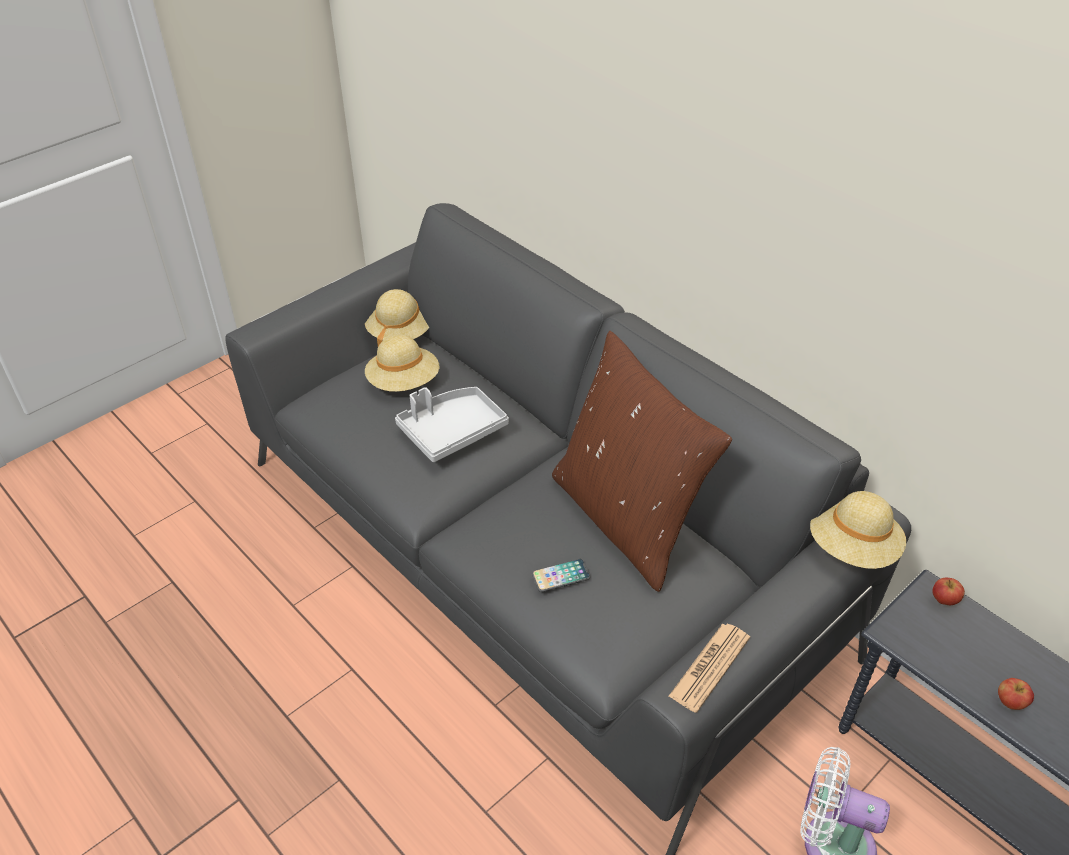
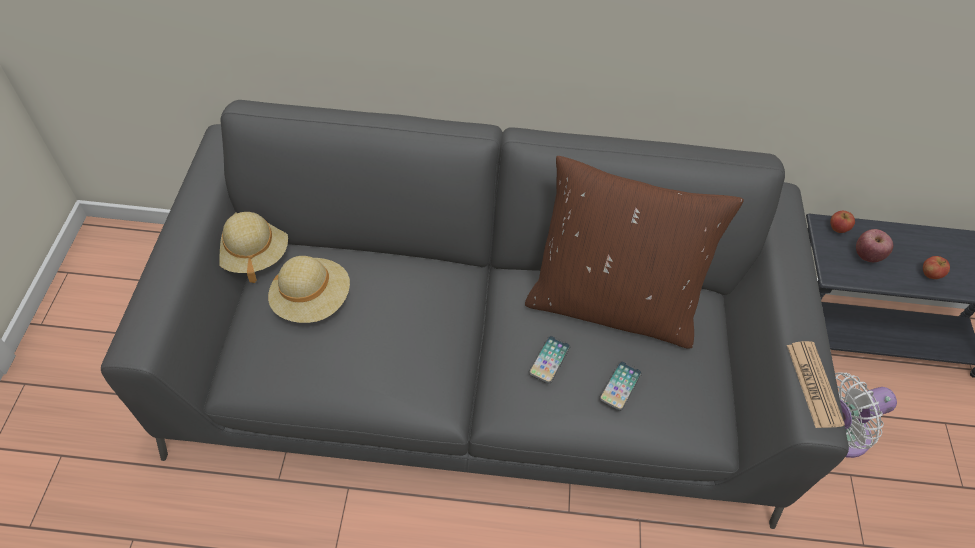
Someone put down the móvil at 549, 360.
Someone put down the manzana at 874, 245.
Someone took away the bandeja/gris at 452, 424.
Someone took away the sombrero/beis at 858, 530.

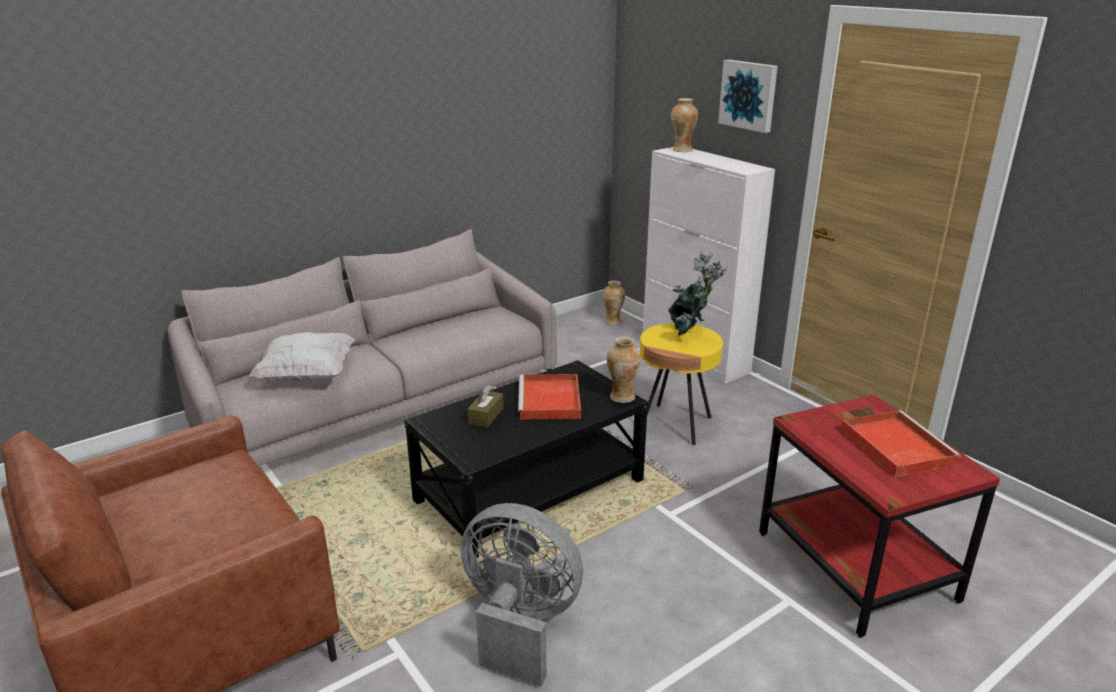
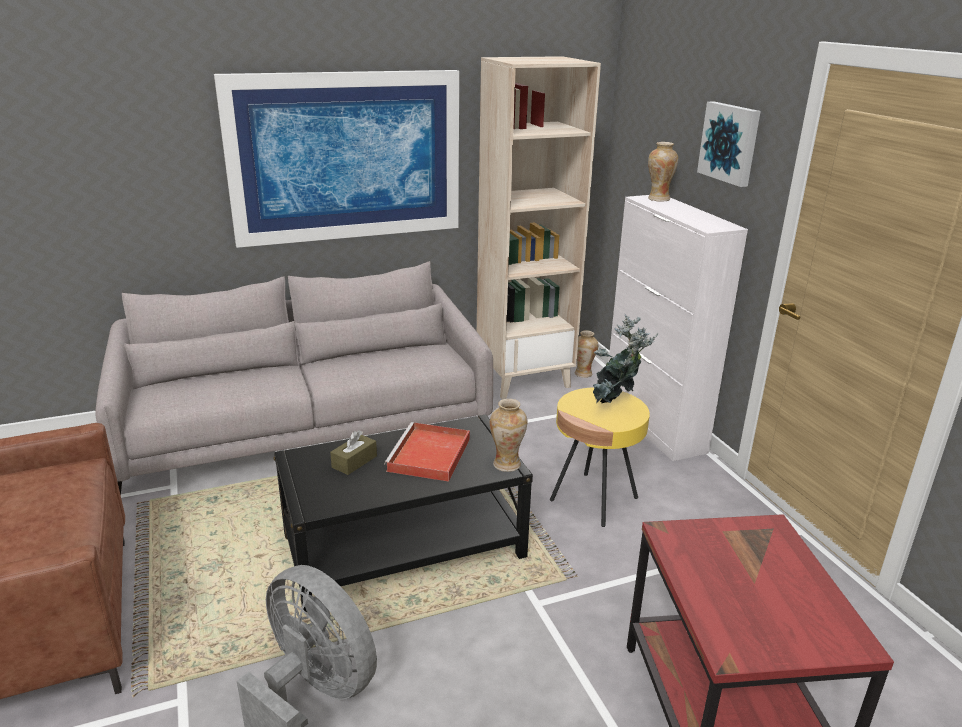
Someone put up the cuadro at 336, 159.
Someone put down the estantería/beis at 539, 227.
Someone took away the cojín/blanco at 302, 357.
Someone took away the bandeja/rojo at 901, 443.

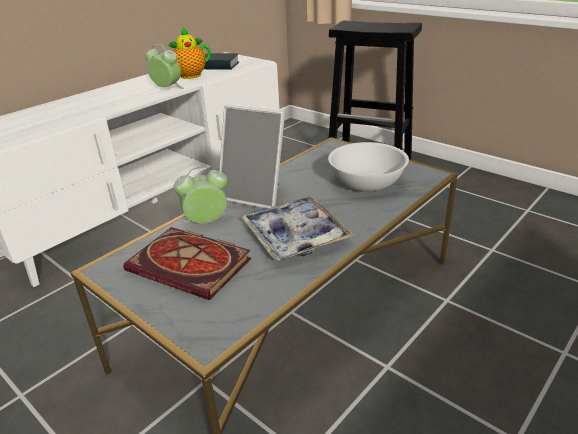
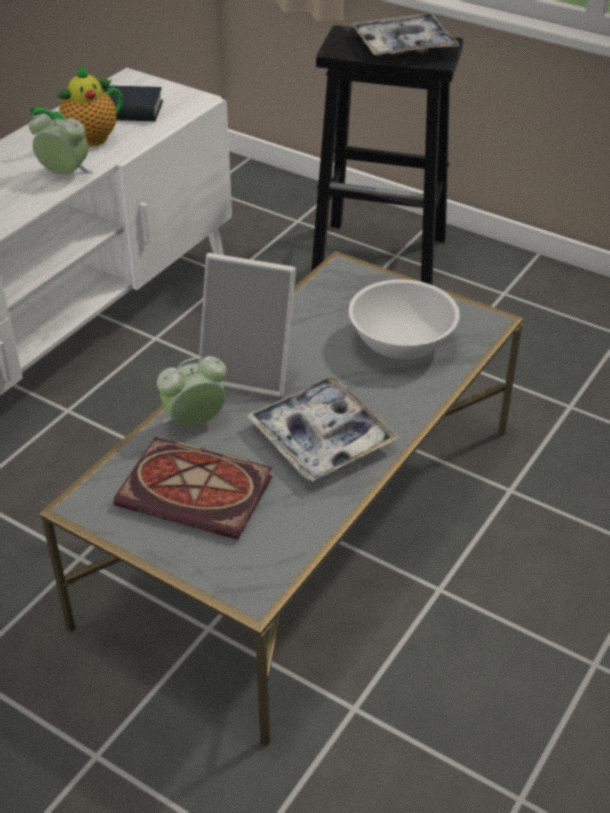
Someone put down the bandeja at 405, 35.

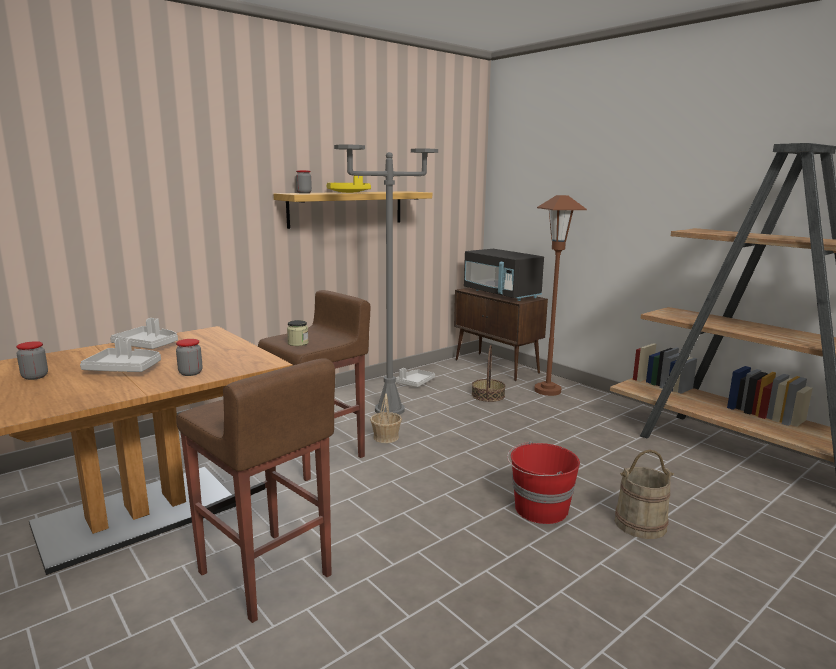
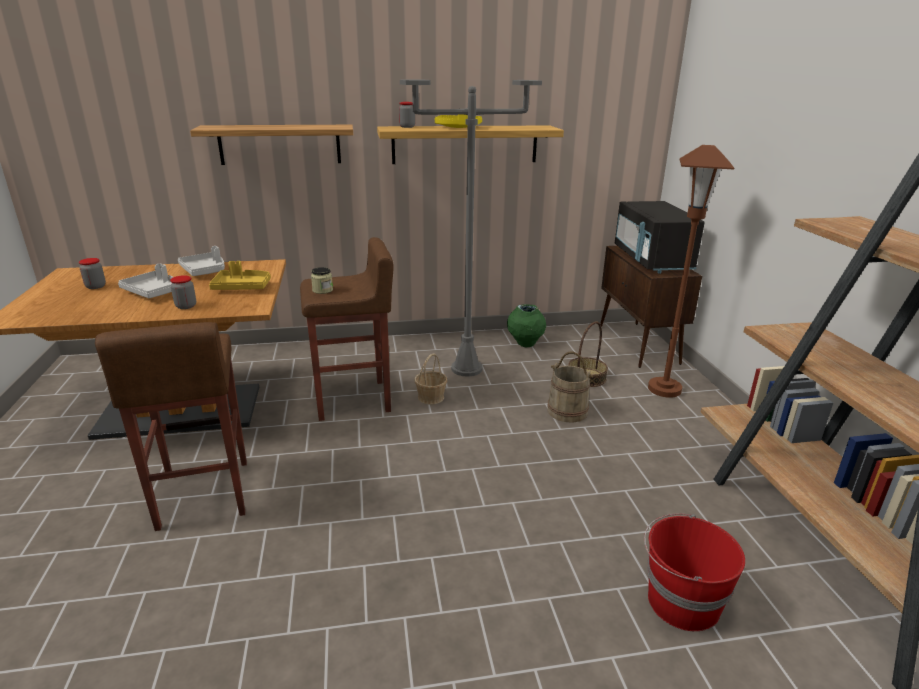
Someone put up the estante at 271, 145.
Someone put down the bandeja/amarillo at 240, 275.
Someone swapped the bandeja/gris at 415, 377 for the florero/verde at 526, 325.
Someone carried the cubo/beis from 644, 494 to 570, 387.
Someone carried the cubo/rojo from 543, 482 to 694, 572.

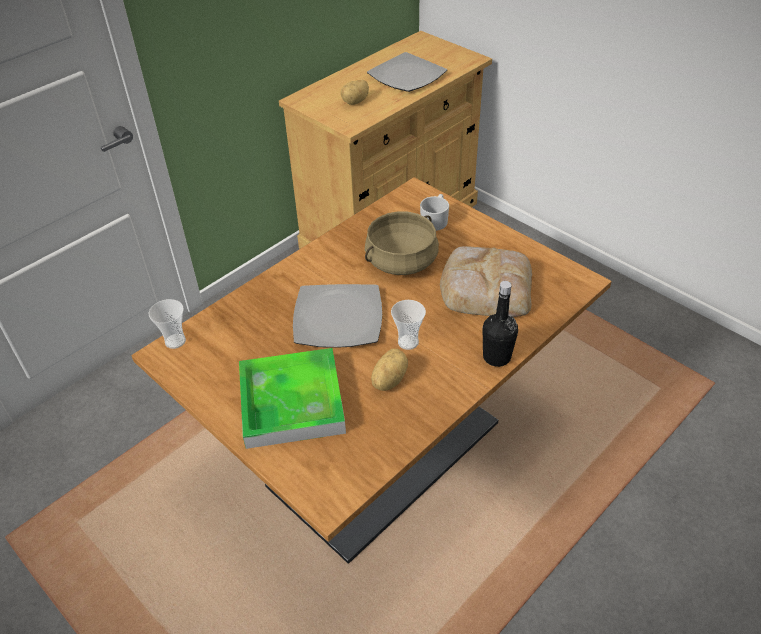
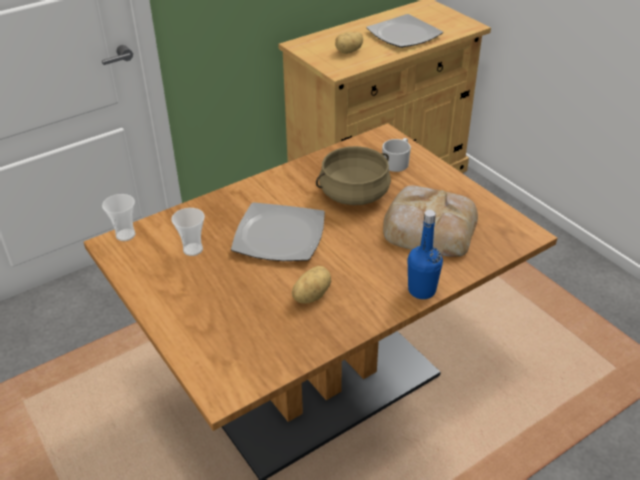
Someone carried the taza from 408, 325 to 188, 232.
Someone repainted the botella/negro at 500, 324, which became the botella/azul at 425, 254.
Someone took away the bandeja at 292, 398.

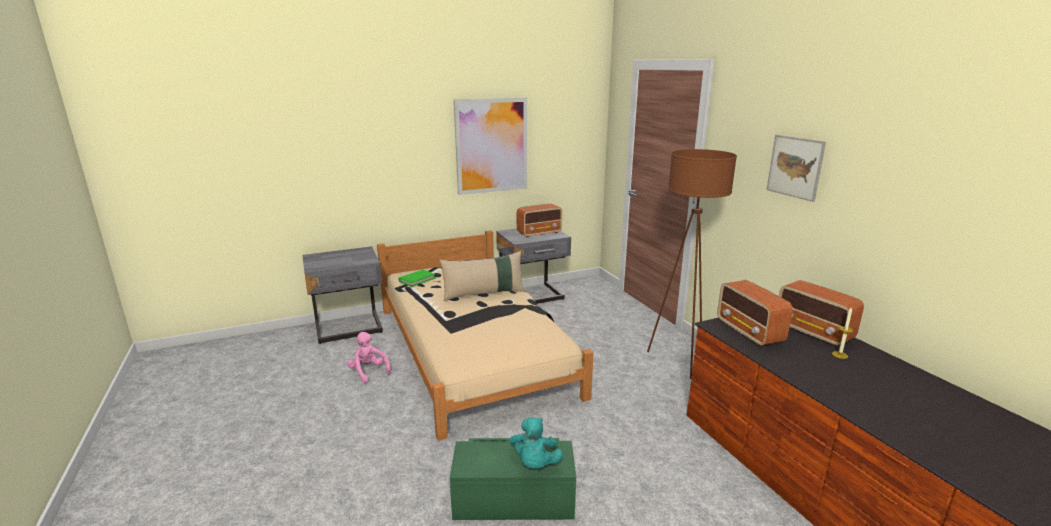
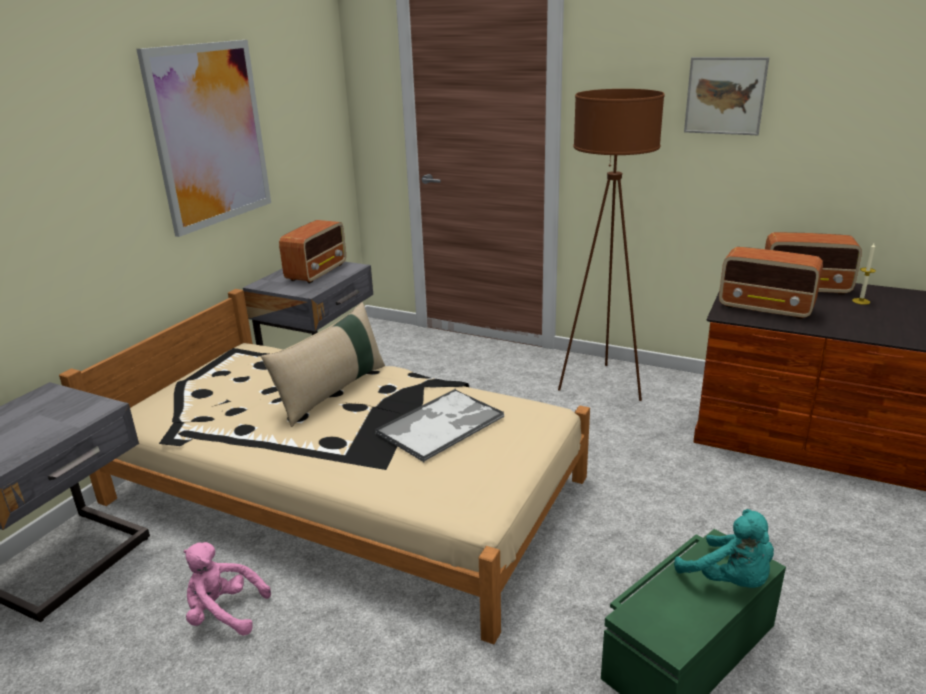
Someone put down the bandeja at 439, 425.
Someone took away the libro/verde at 417, 278.

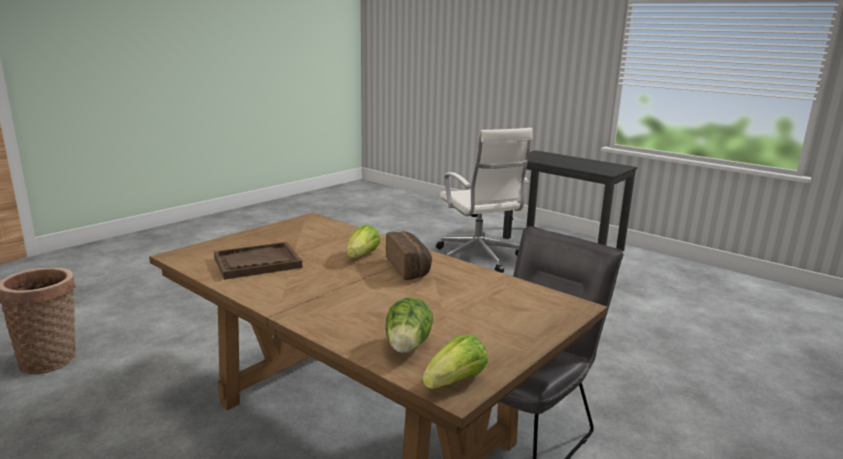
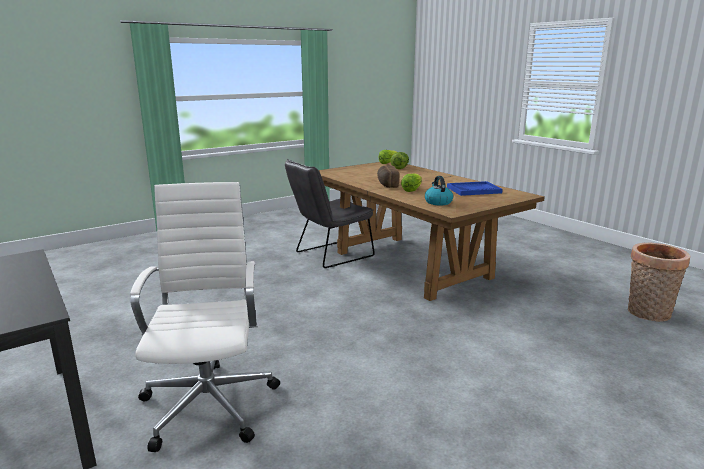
Someone put down the hervidor at 439, 190.
Someone repainted the bandeja/marrón at 258, 261, which became the bandeja/azul at 475, 188.

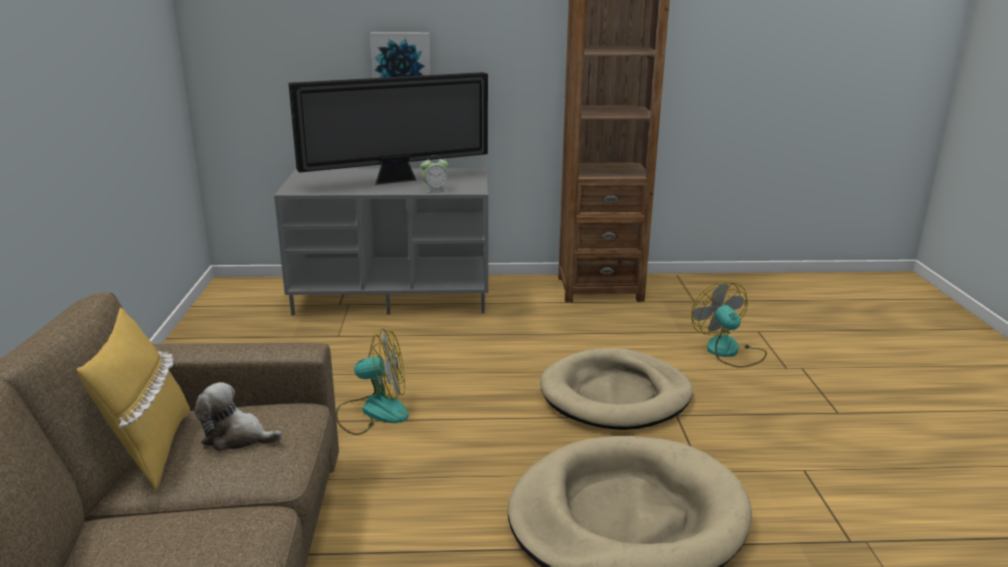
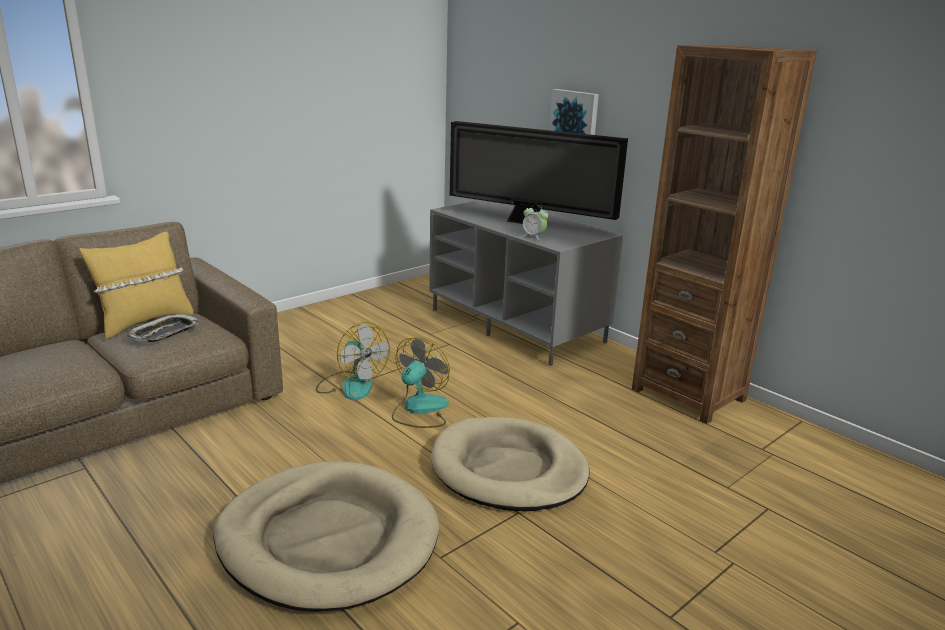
Someone swapped the peluche at 238, 416 for the bandeja at 163, 328.
Someone carried the ventilador from 729, 325 to 421, 382.

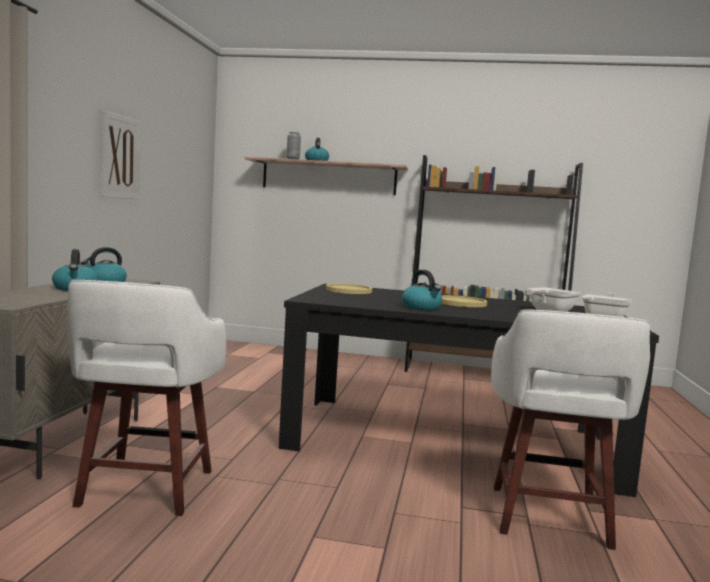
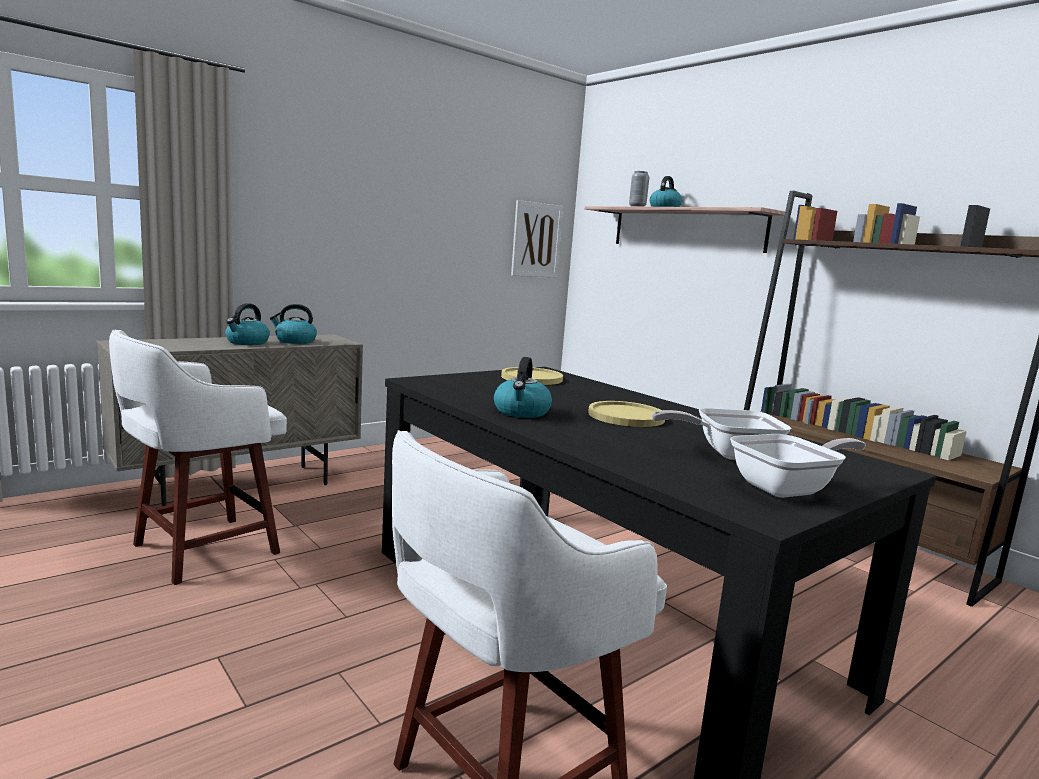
Someone carried the cuadro from 120, 154 to 537, 239.

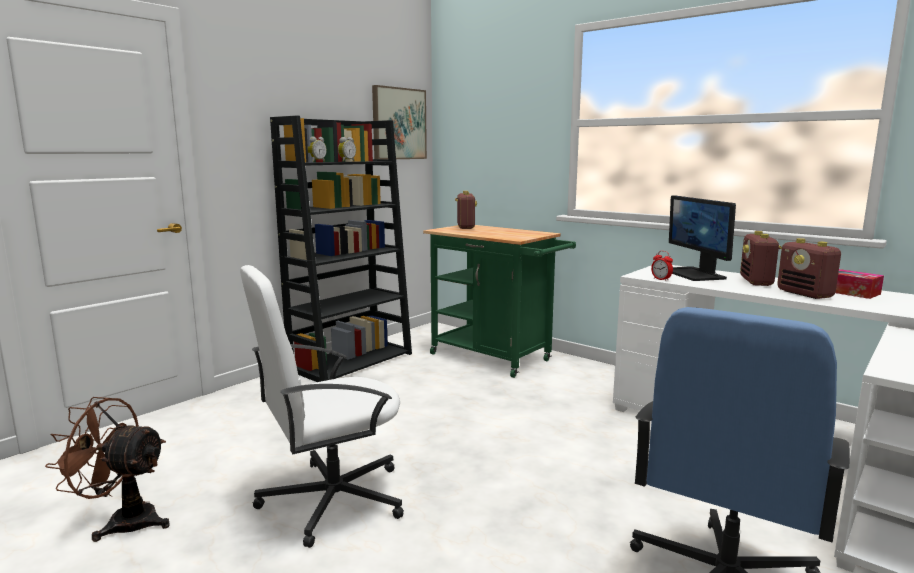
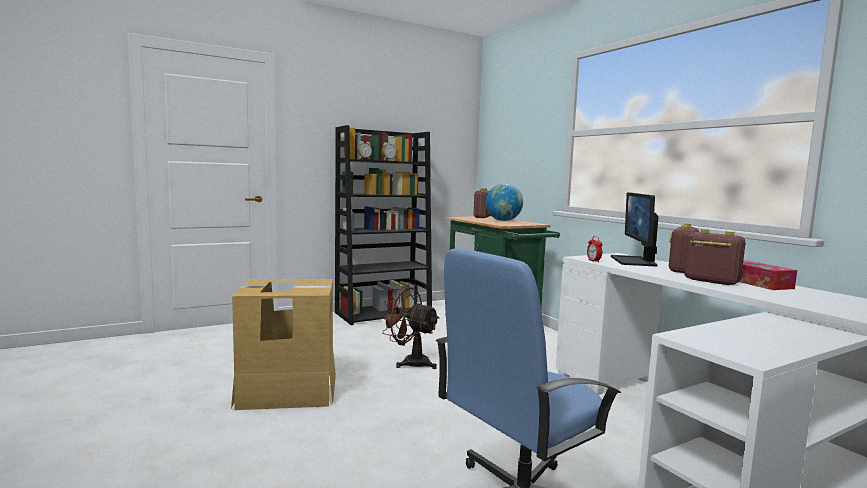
Someone swapped the silla de oficina/blanco at 322, 406 for the caja de cartón at 283, 344.
Someone carried the ventilador/marrón from 107, 469 to 409, 328.
Someone put down the globo terráqueo at 504, 202.
Someone rotated the radio at 809, 268 by 135 degrees clockwise.
Someone took away the cuadro at 399, 122.

